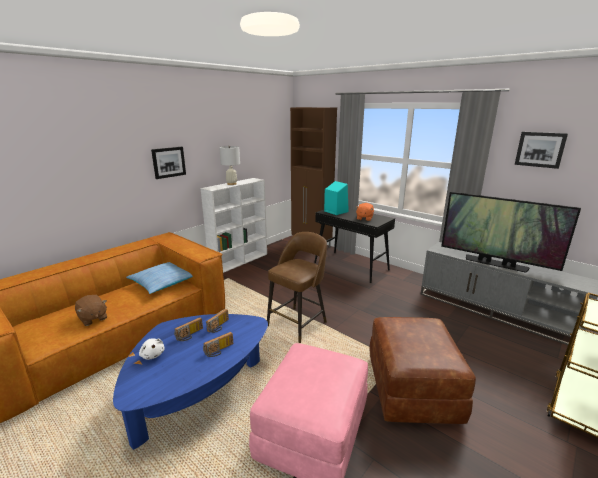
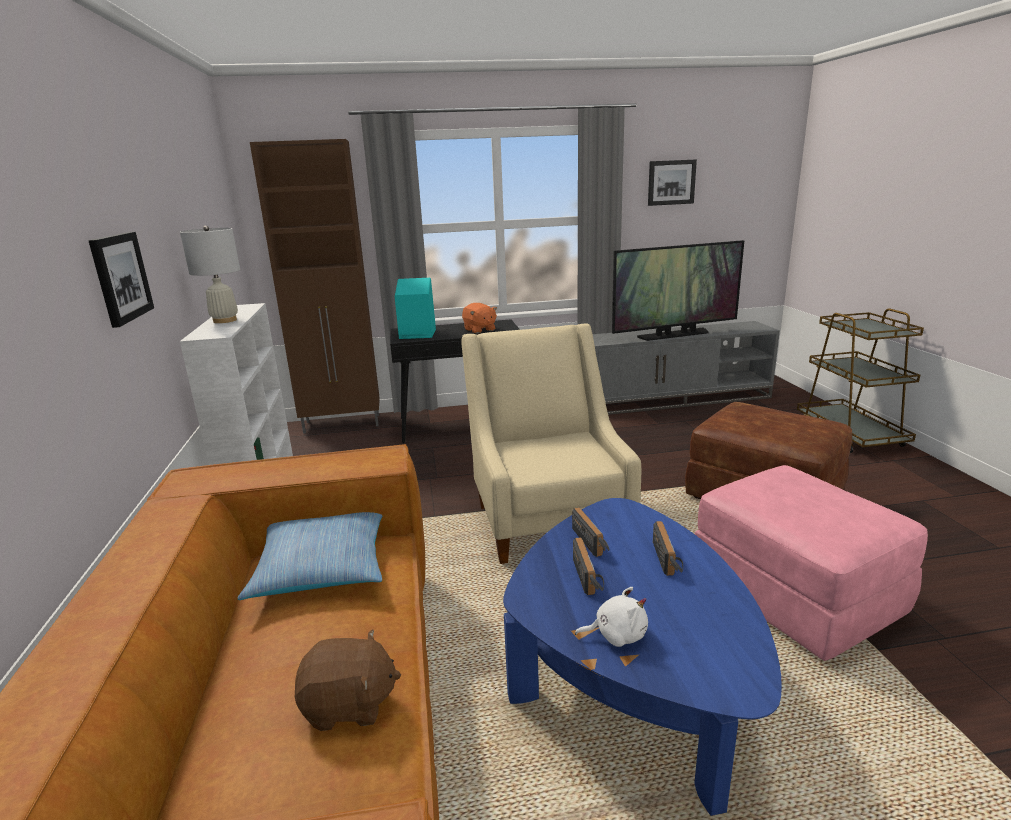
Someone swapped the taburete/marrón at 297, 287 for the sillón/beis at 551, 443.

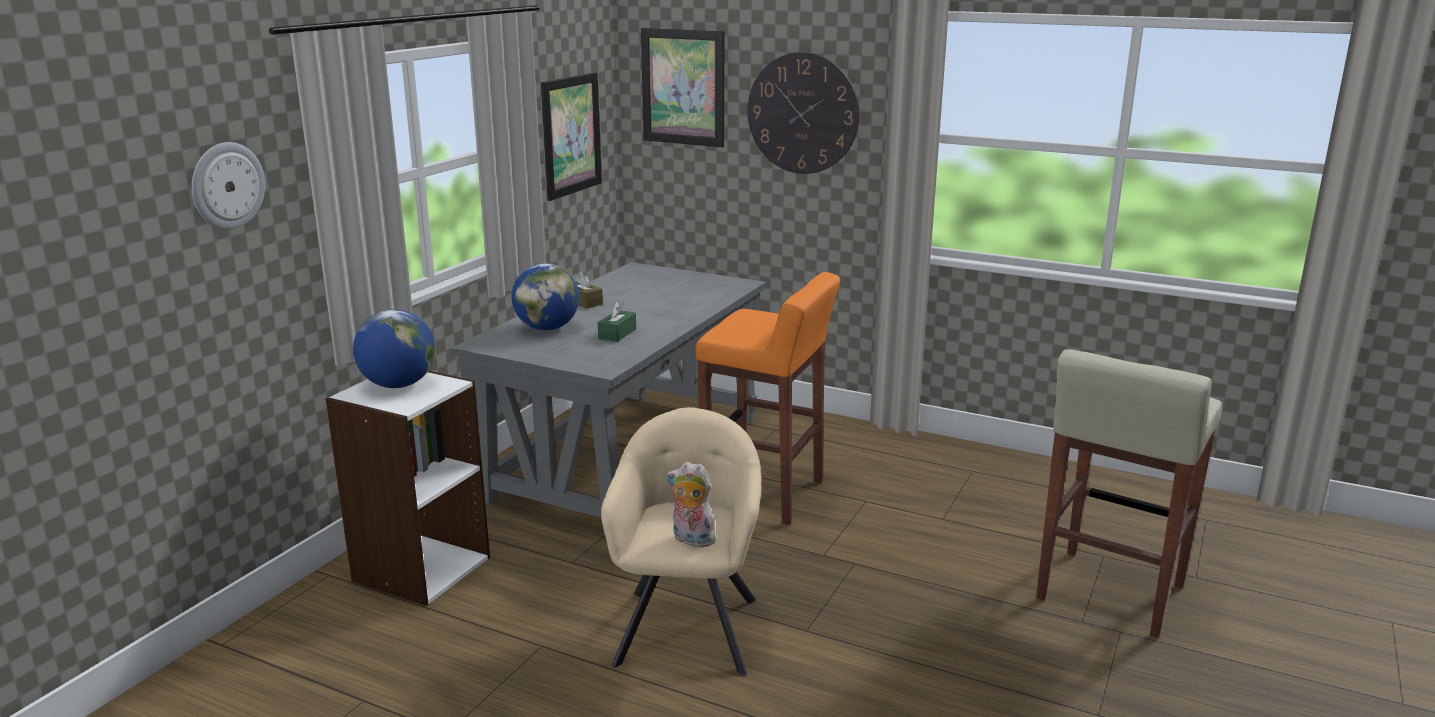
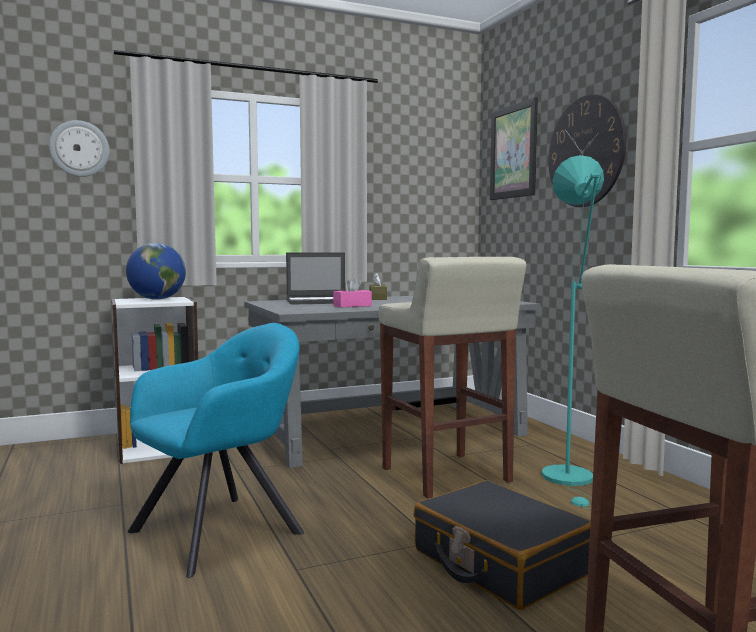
Someone repainted the sillón/beis at 681, 541, which became the sillón/turquesa at 215, 450.
Someone swapped the globo terráqueo at 545, 297 for the portátil at 315, 278.
Someone repainted the caja de pañuelos/verde at 617, 321, which became the caja de pañuelos/rosa at 352, 292.
Someone repainted the taburete/naranja at 767, 398, which became the taburete/beis at 452, 377.
Someone put down the maleta/negro at 502, 545.
Someone put down the lámpara de pie/turquesa at 573, 332.
Someone took away the cuadro at 571, 136.
Someone took away the peluche at 691, 504.

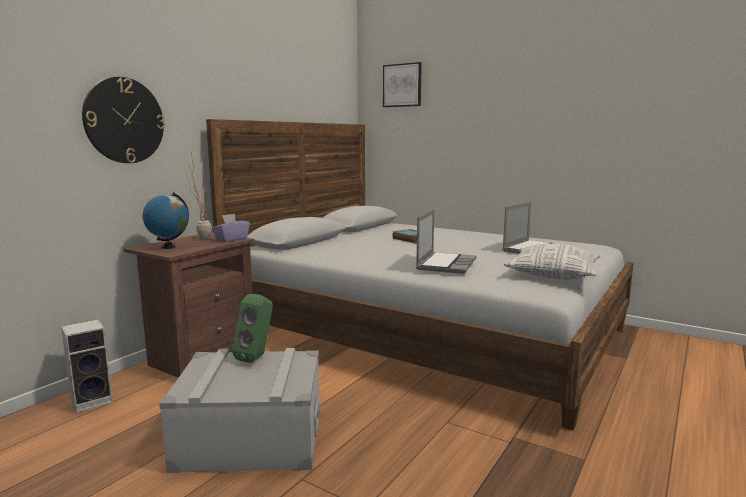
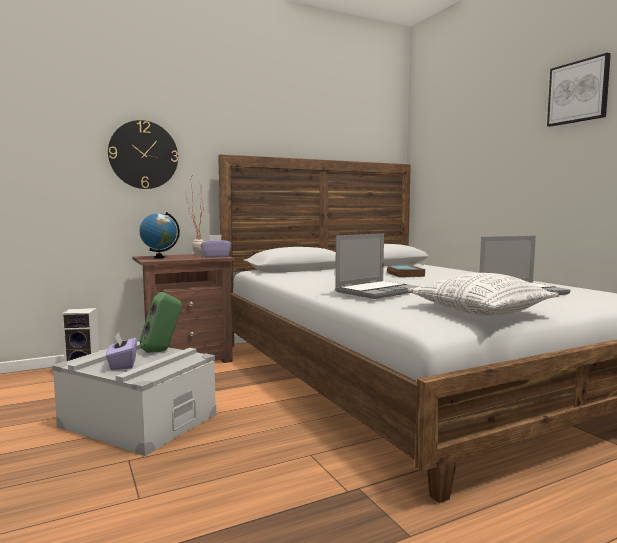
Someone put down the caja de pañuelos/morado at 121, 351.
Someone carried the cuadro from 402, 84 to 579, 90.

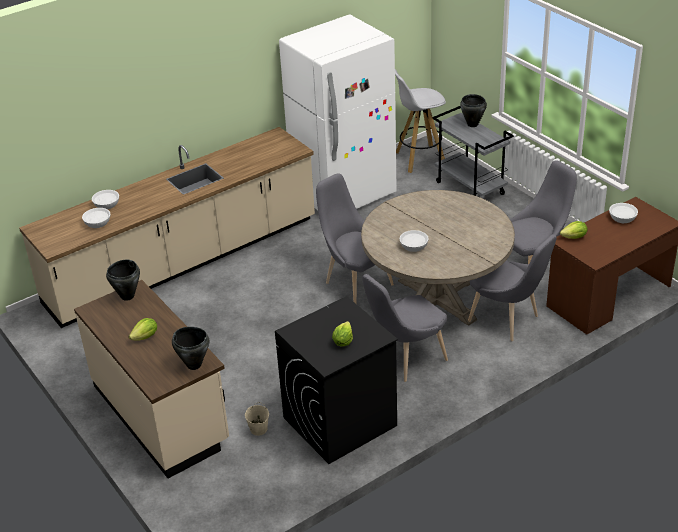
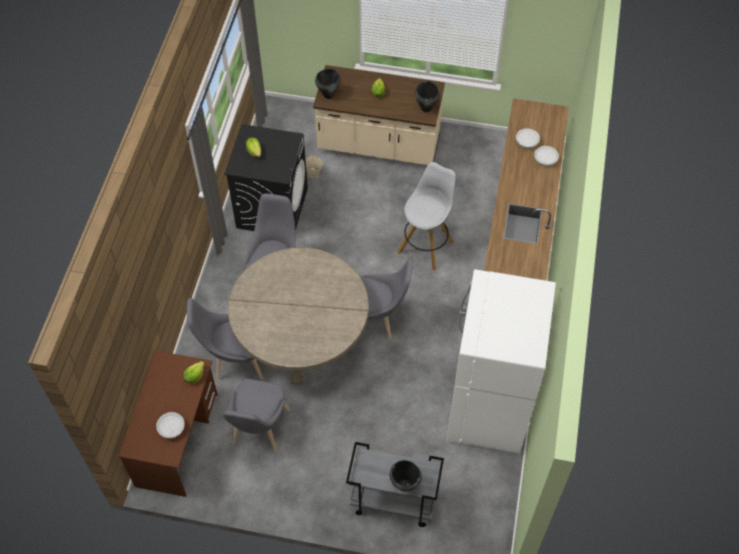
Someone carried the taburete/blanco from 420, 121 to 426, 216.
Someone took away the cuenco/blanco at 414, 241.

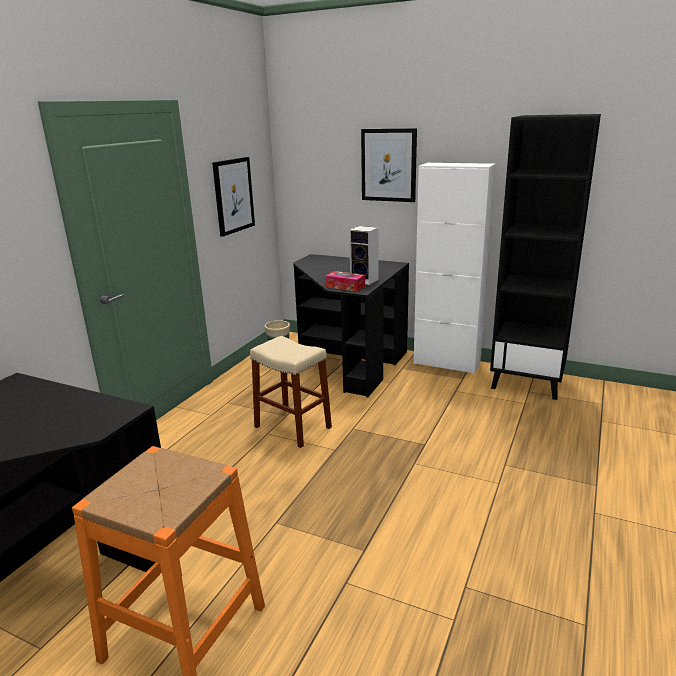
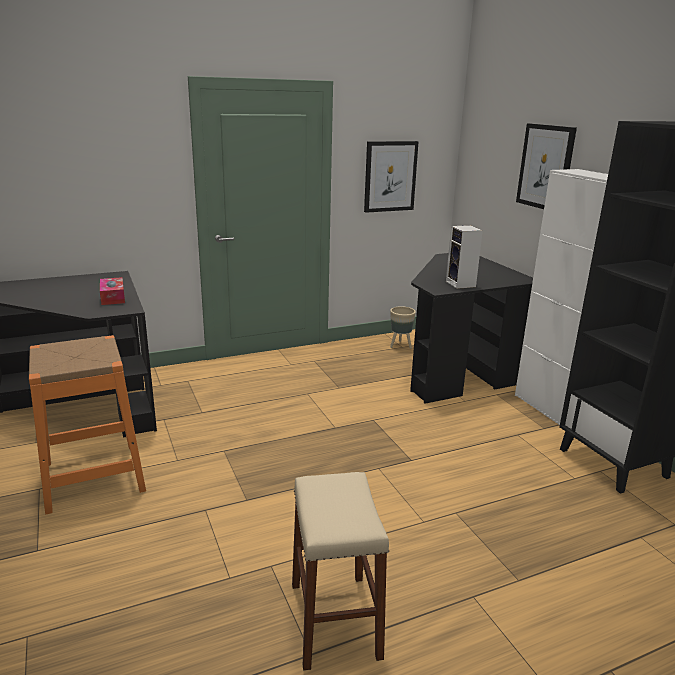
Someone carried the caja de pañuelos from 345, 281 to 112, 291.
Someone carried the taburete/beis from 291, 392 to 340, 571.

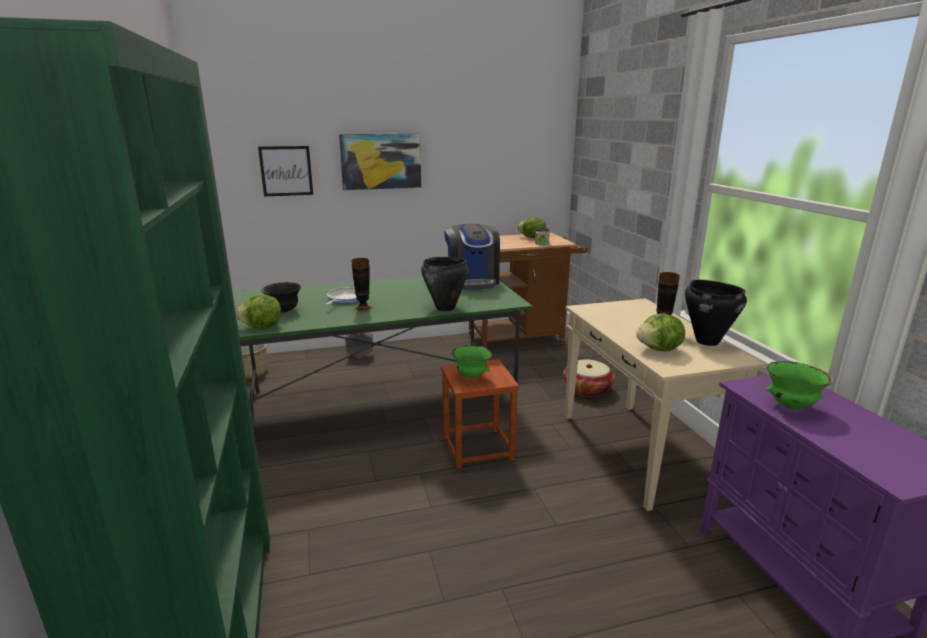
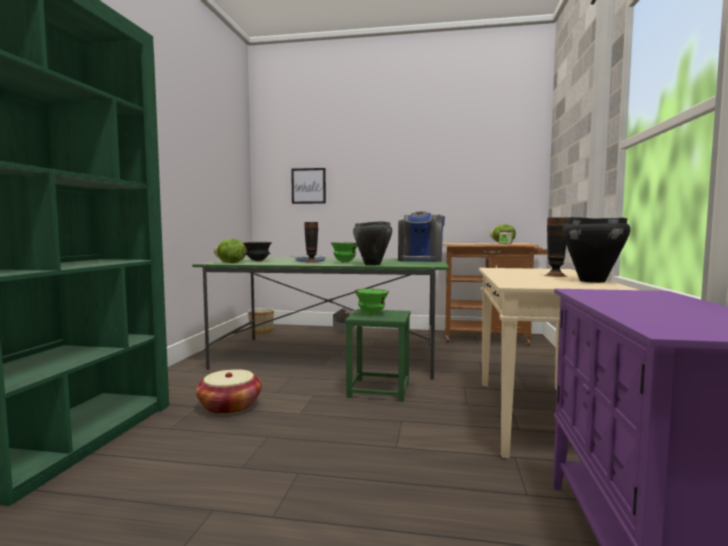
Someone carried the cesta from 589, 378 to 229, 392.
Someone carried the cuenco/verde from 799, 385 to 344, 252.
Someone repainted the taburete/marrón at 480, 414, which became the taburete/verde at 378, 355.
Someone took away the cuadro at 380, 162.
Someone took away the lechuga at 660, 332.

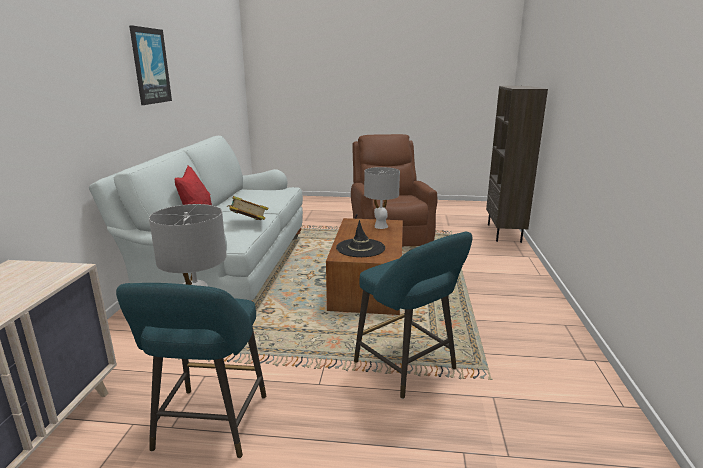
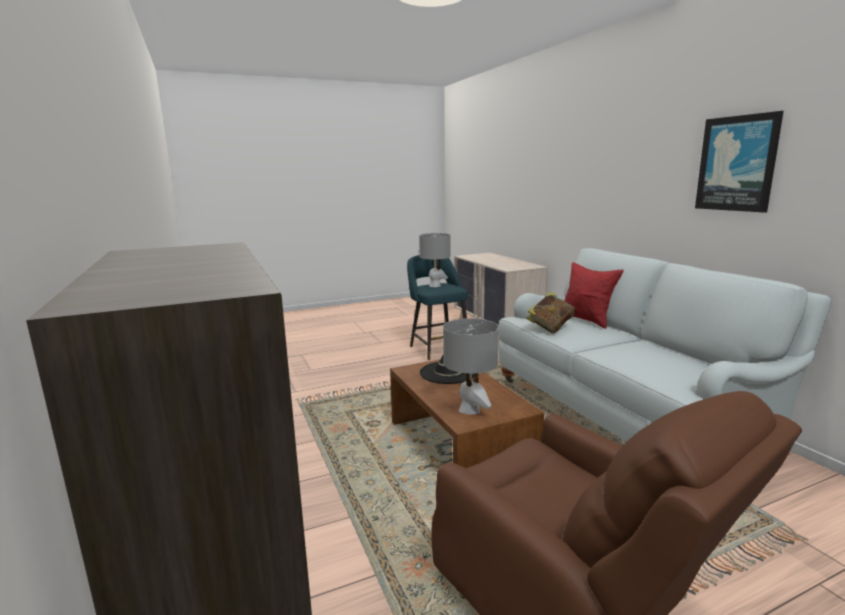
Someone took away the taburete/turquesa at 413, 315.

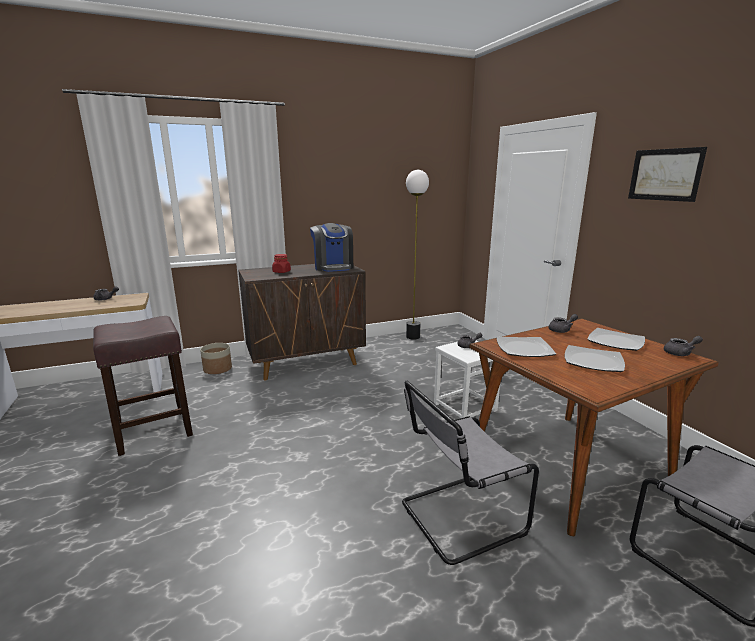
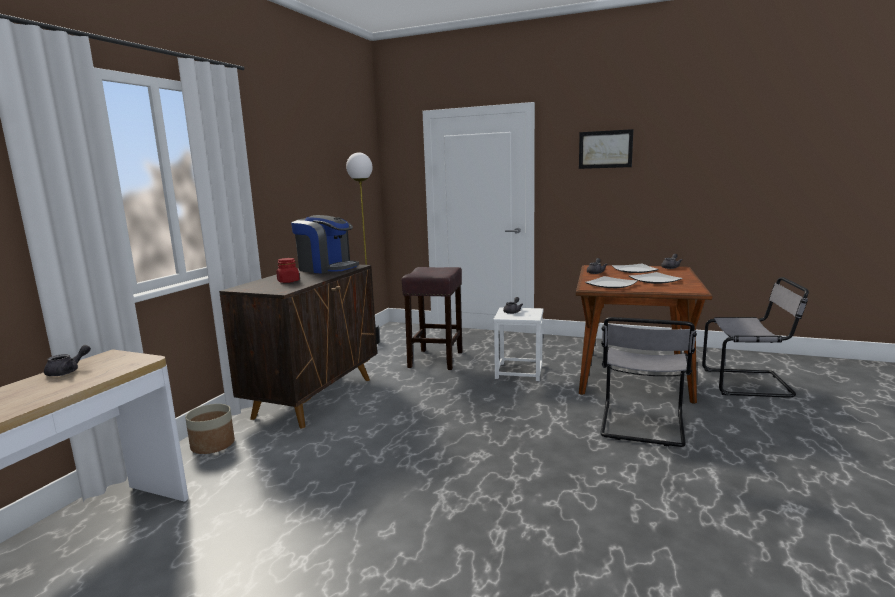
Someone carried the taburete/marrón from 143, 386 to 432, 318.

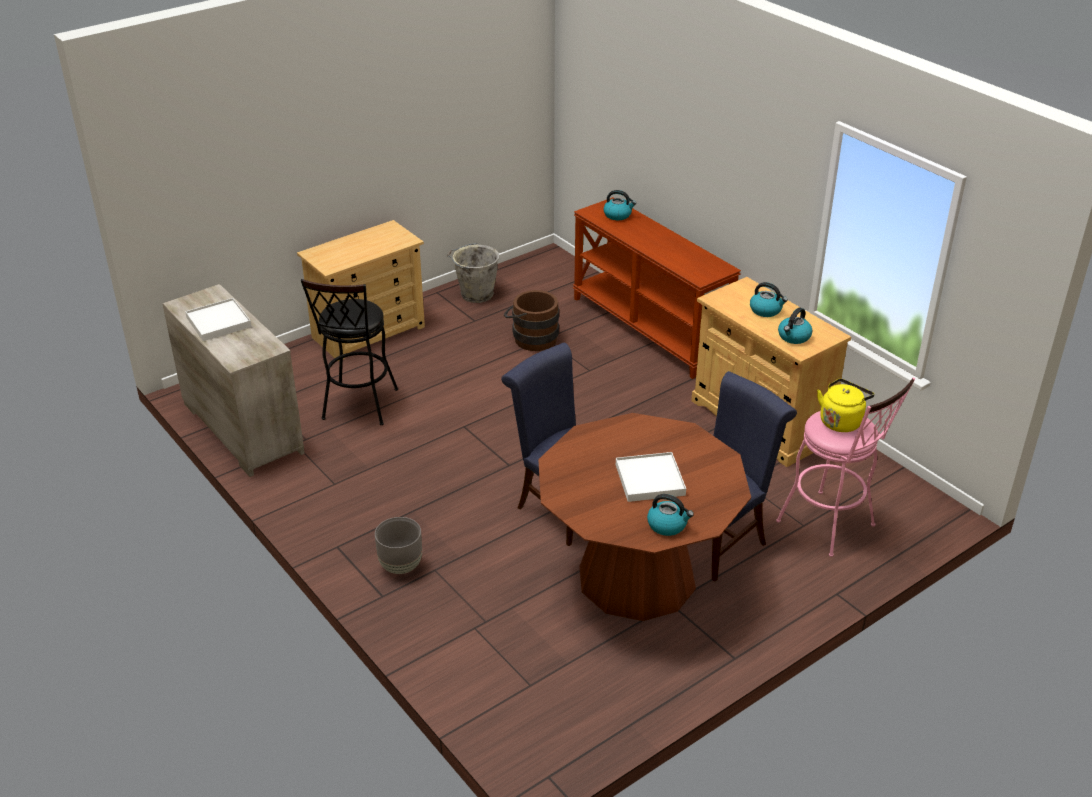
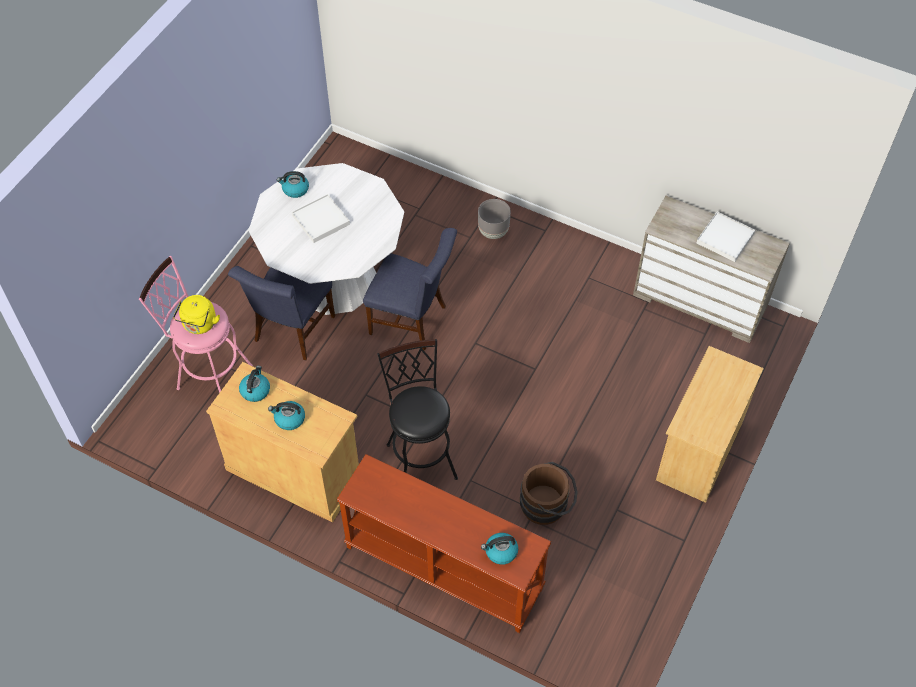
Someone repainted the mesa de comedor/marrón at 644, 517, which became the mesa de comedor/blanco at 326, 239.
Someone carried the taburete/negro from 349, 352 to 417, 409.
Someone took away the cubo/gris at 473, 273.

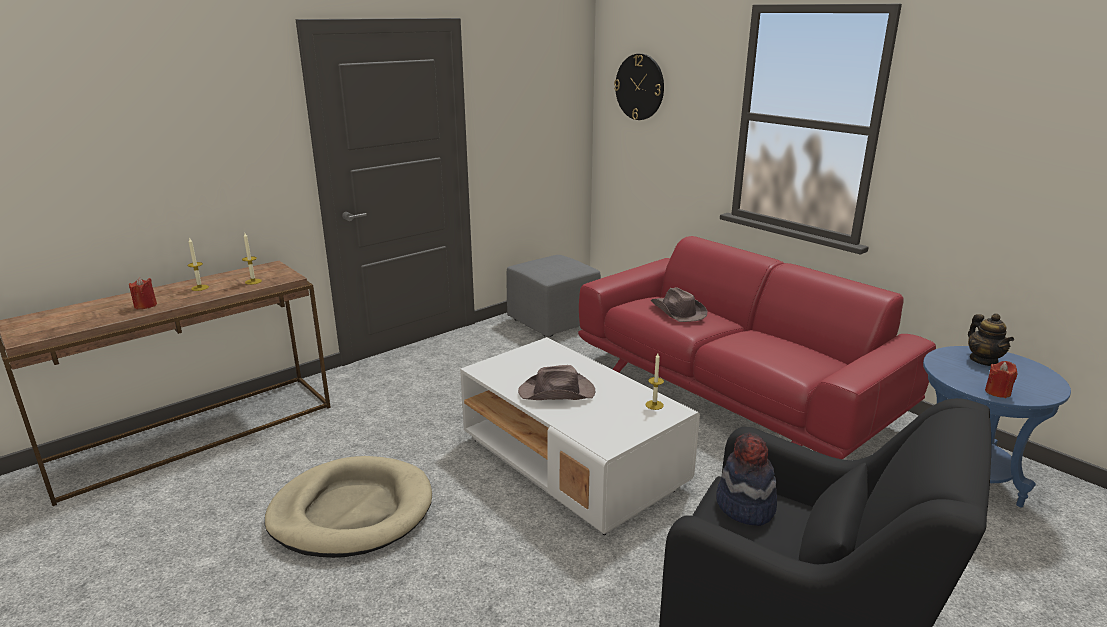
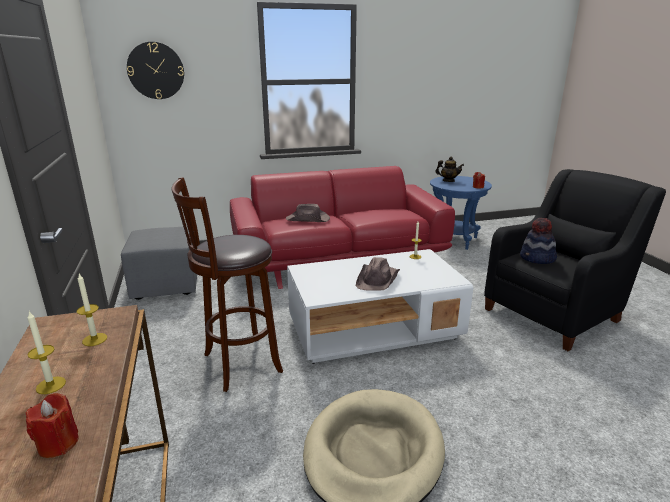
Someone put down the taburete/marrón at 227, 284.

